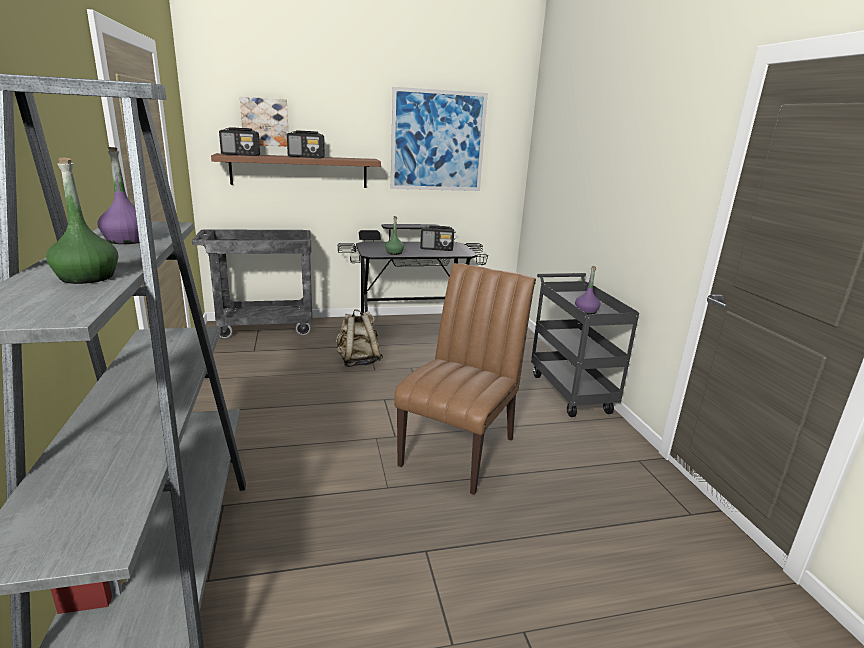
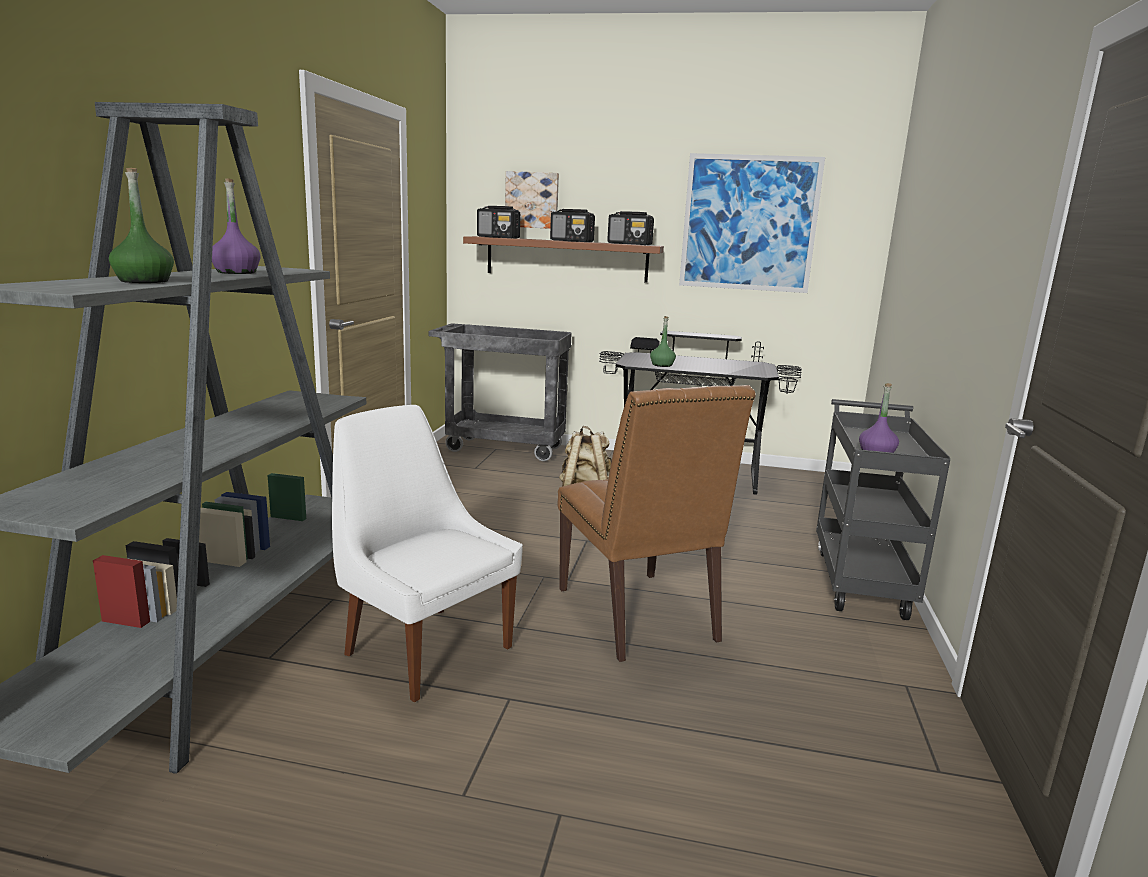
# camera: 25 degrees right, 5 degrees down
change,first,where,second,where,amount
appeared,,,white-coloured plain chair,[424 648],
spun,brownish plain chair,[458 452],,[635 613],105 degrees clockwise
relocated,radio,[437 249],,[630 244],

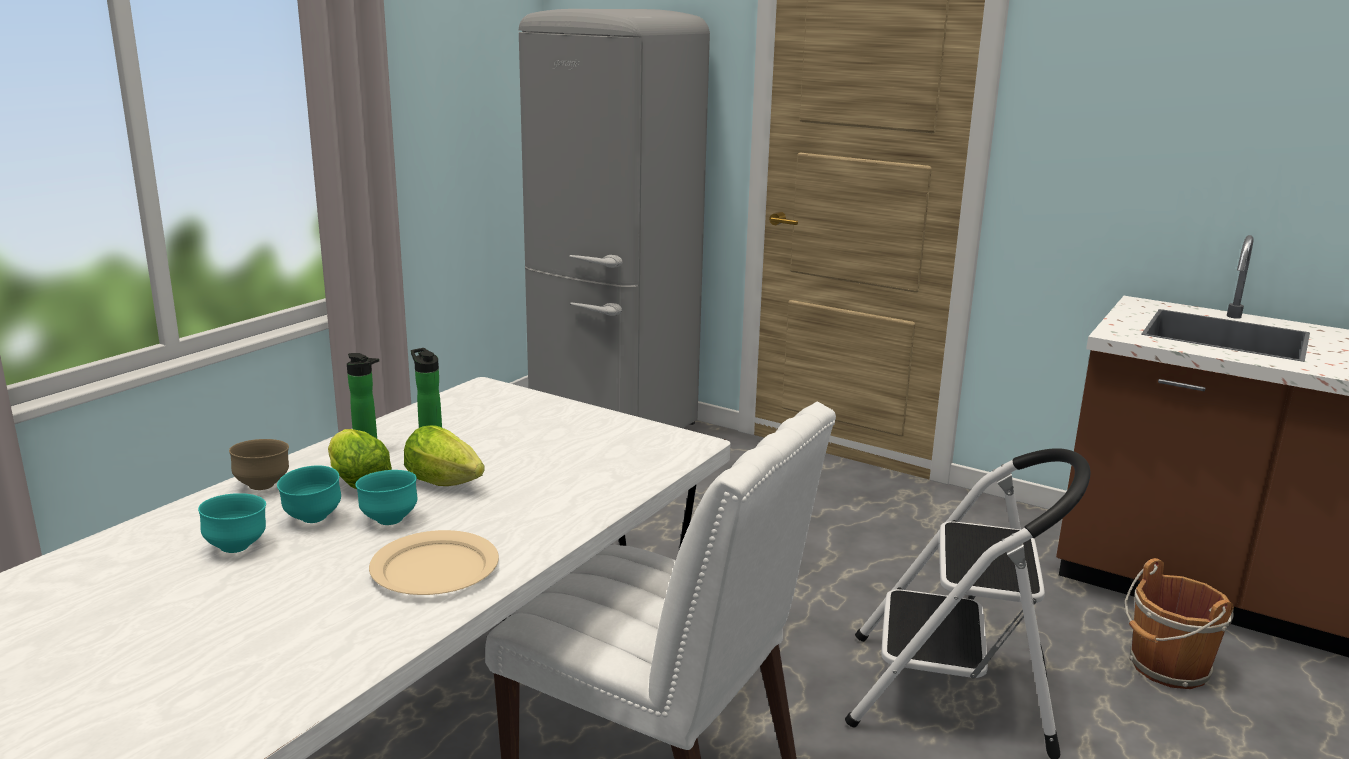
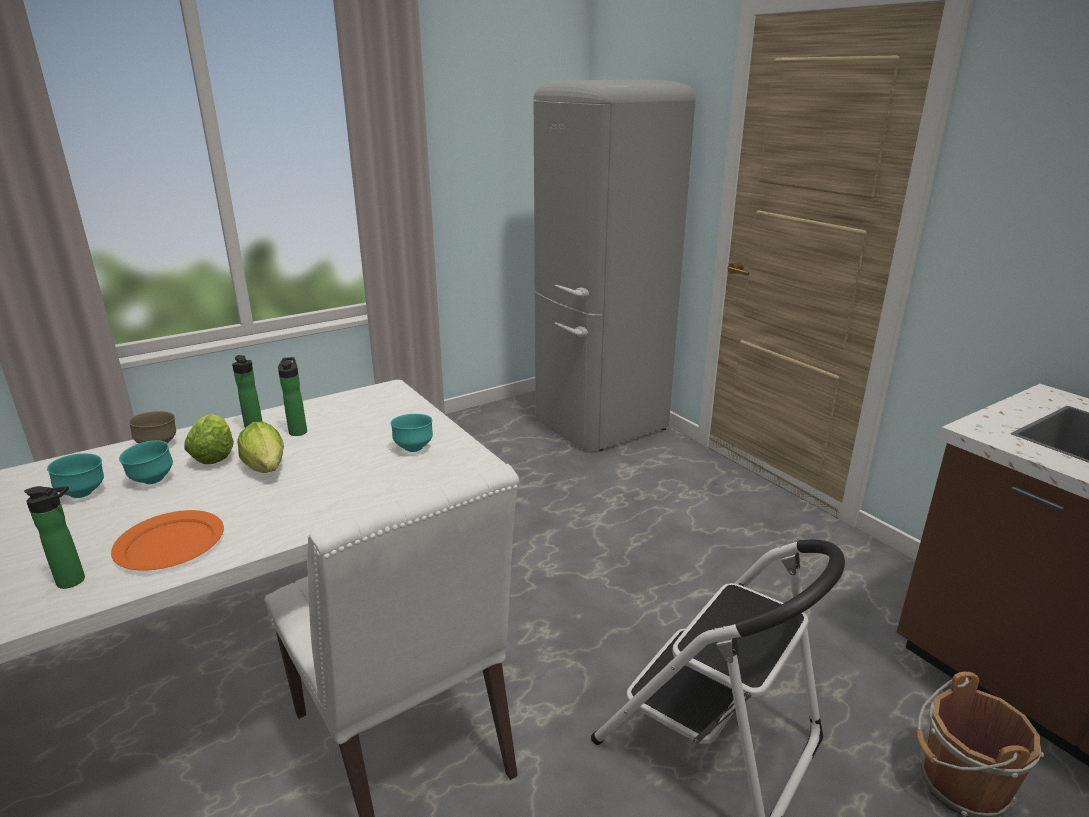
# camera: 25 degrees right, 5 degrees up
change,first,where,second,where,amount
appeared,,,bottle,[75 580],
colour,sand-coloured dinner plate,[434 569],orange-coloured dinner plate,[169 545],
relocated,turquoise-coloured serving bowl,[389 520],,[413 448],

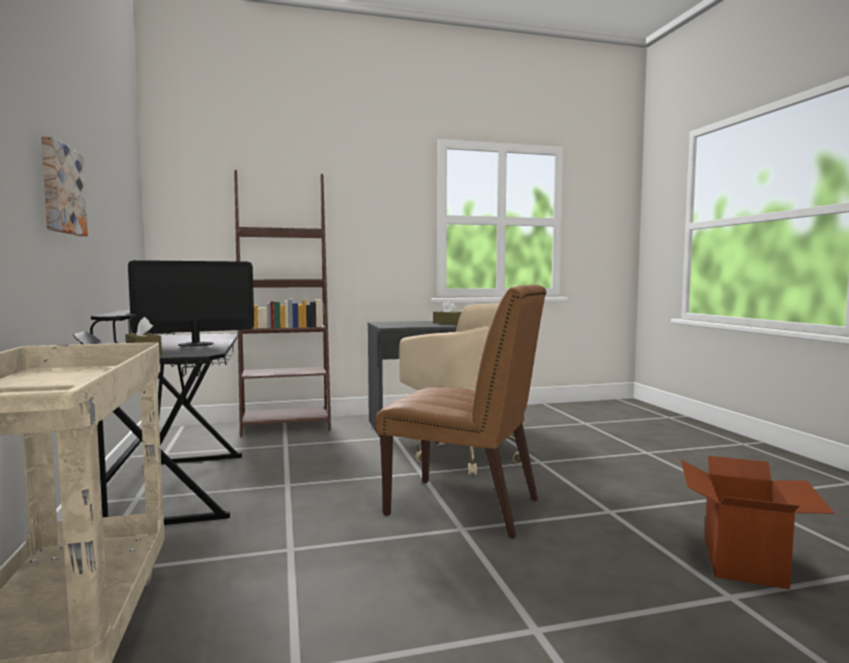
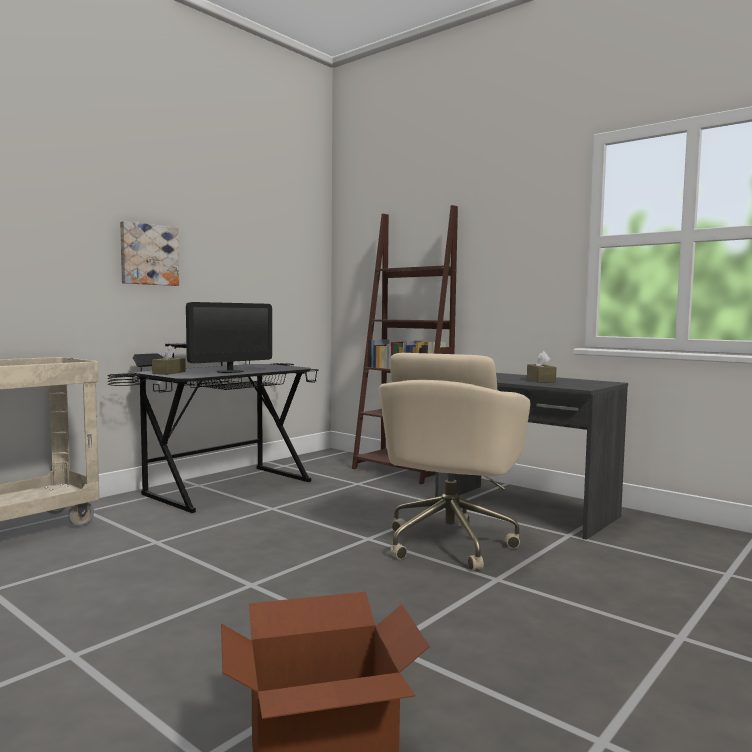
# camera: 55 degrees right, 0 degrees up
change,first,where,second,where,amount
spun,monitor,[195 344],,[230 371],105 degrees clockwise
missing,brownish plain chair,[462 507],,,

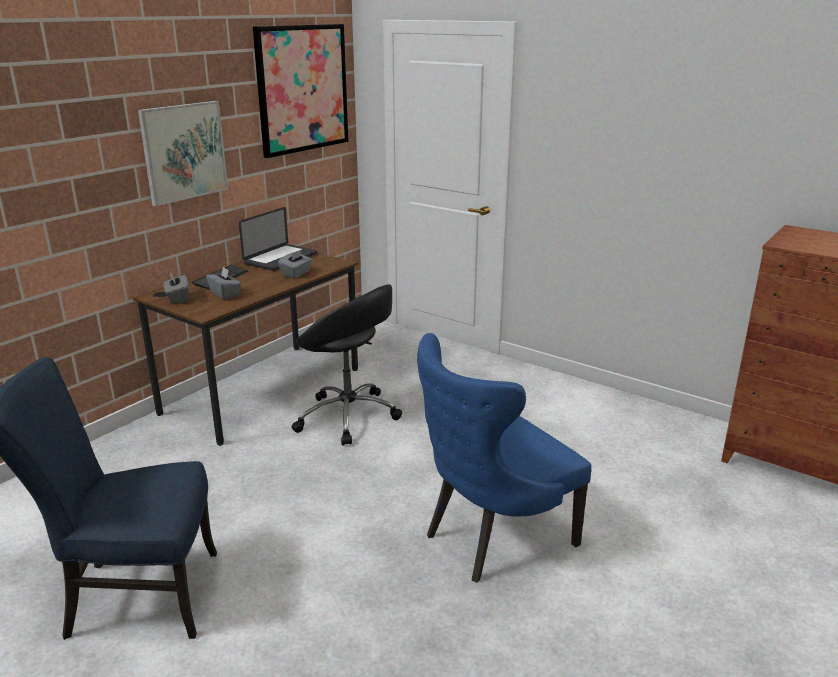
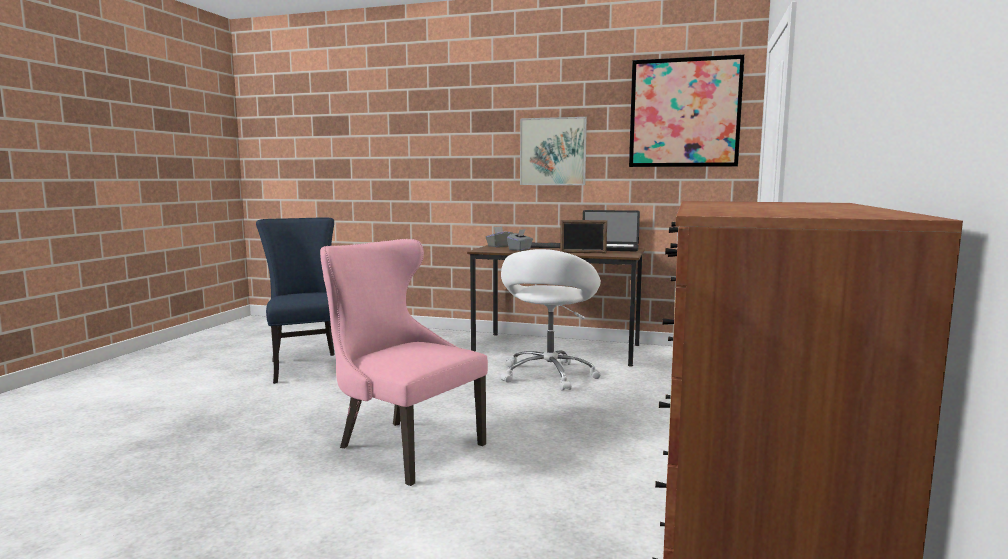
# camera: 70 degrees right, 15 degrees down
change,first,where,second,where,amount
colour,blue plain chair,[493 538],pink-coloured plain chair,[404 447],
colour,black-coloured computer chair,[349 417],white-coloured computer chair,[548 376],
exchanged,greyish tissue holder,[296 274],photo frame,[583 253],

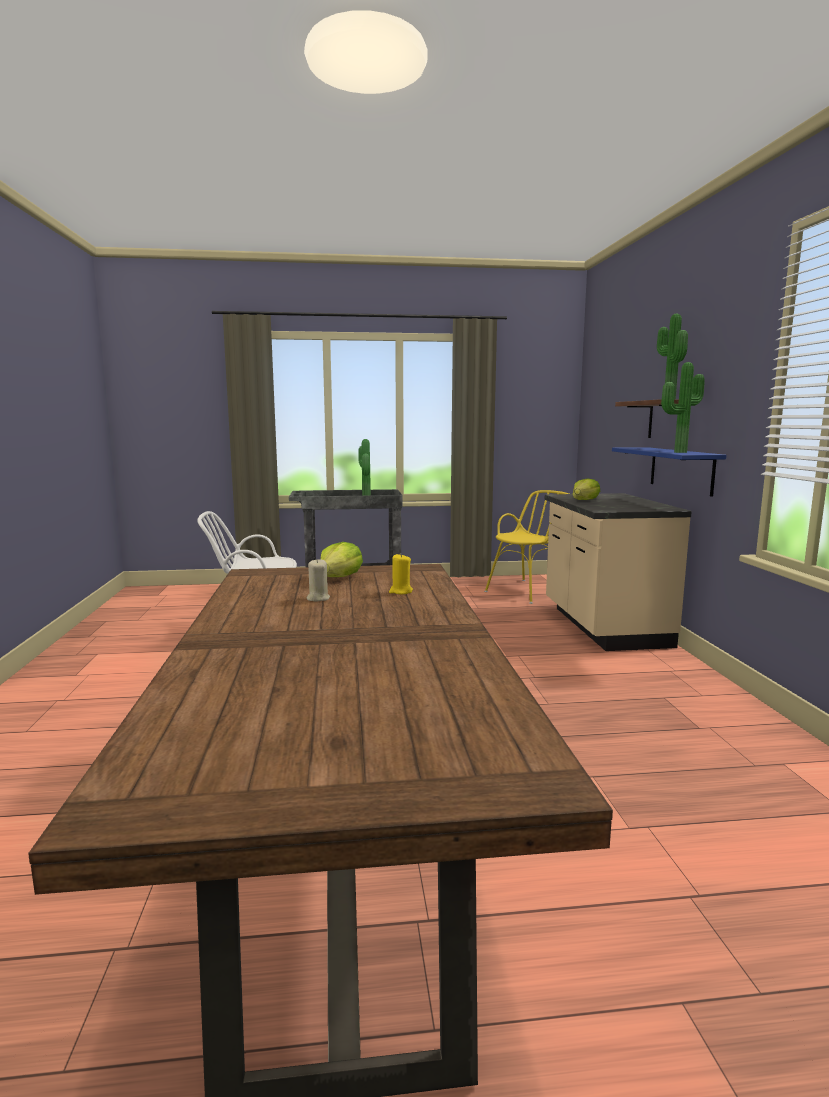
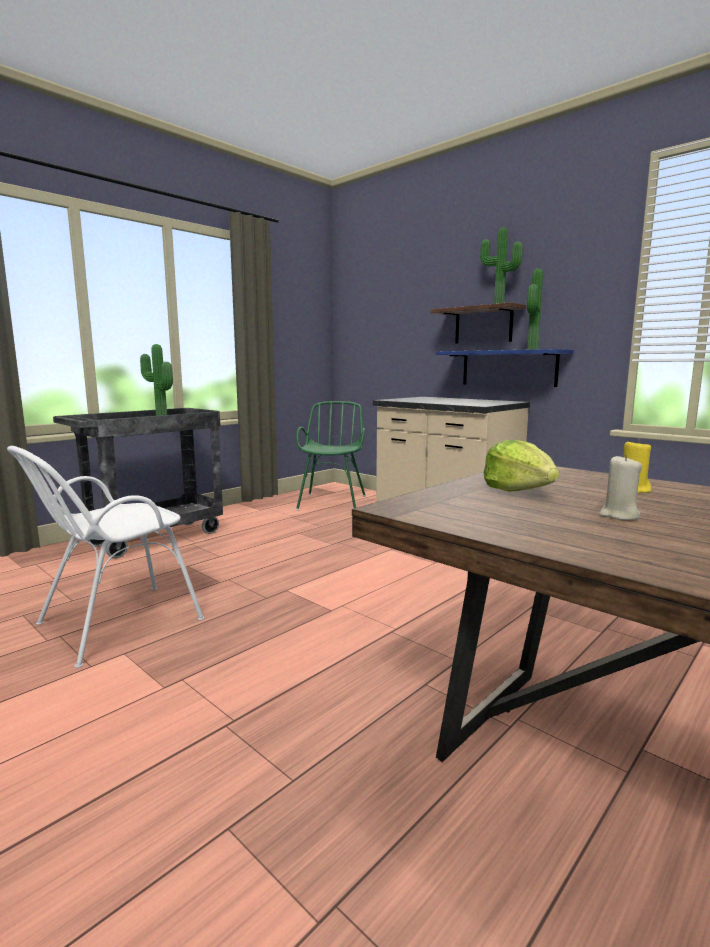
# camera: 40 degrees left, 0 degrees up
change,first,where,second,where,amount
colour,yellowish plain chair,[530 590],green plain chair,[332 501],
missing,head of lettuce,[584 500],,,

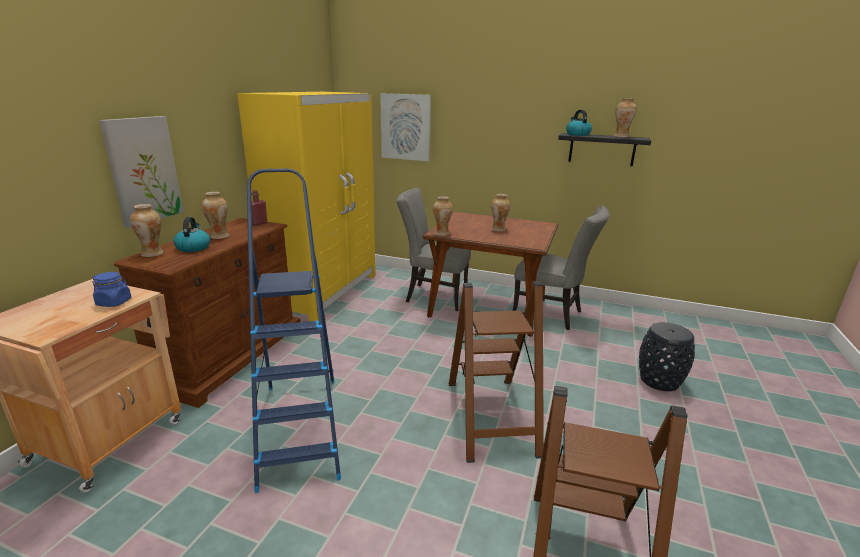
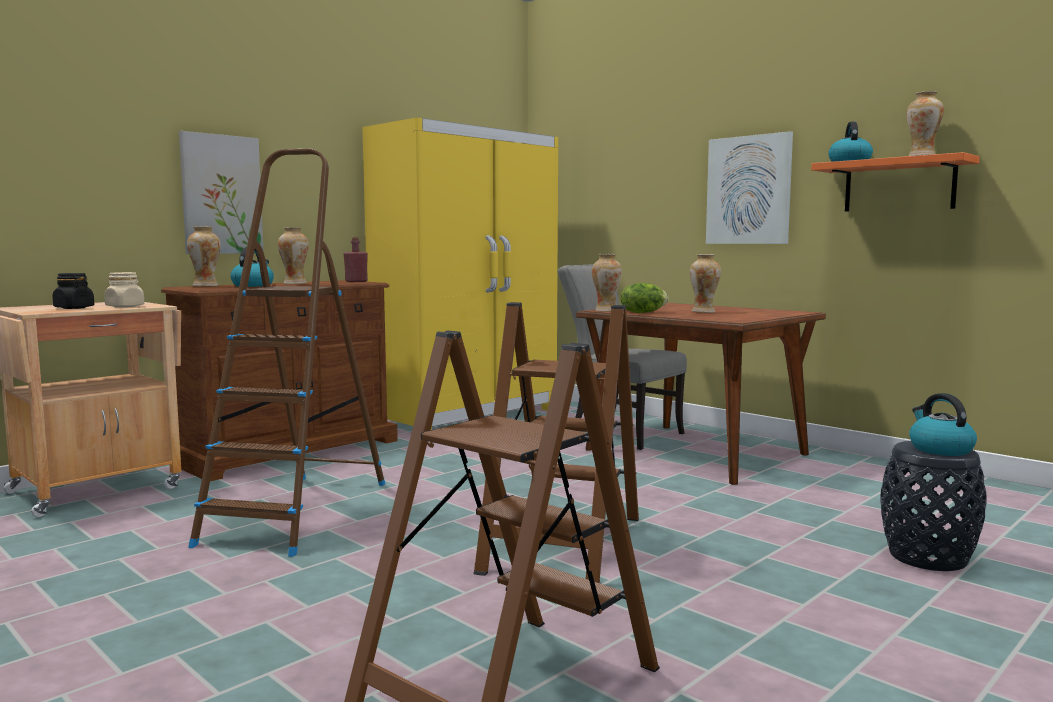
# camera: 25 degrees right, 15 degrees down
change,first,where,second,where,amount
appeared,,,black-coloured storage jar,[74 308],
colour,blue storage jar,[114 302],sand-coloured storage jar,[125 306],
colour,blue step ladder,[300 428],brownish step ladder,[298 512],
appeared,,,head of lettuce,[643 312],
relocated,wall art,[406 127],,[749 190],
colour,black-coloured wall shelf,[602 149],orange-coloured wall shelf,[899 185],
appeared,,,tea kettle,[940 449],
missing,greyish plain chair,[551 314],,,

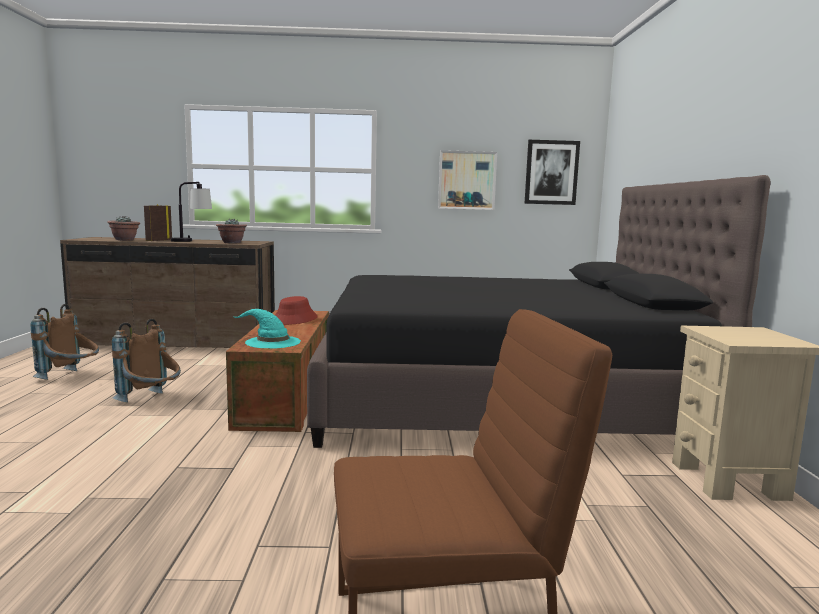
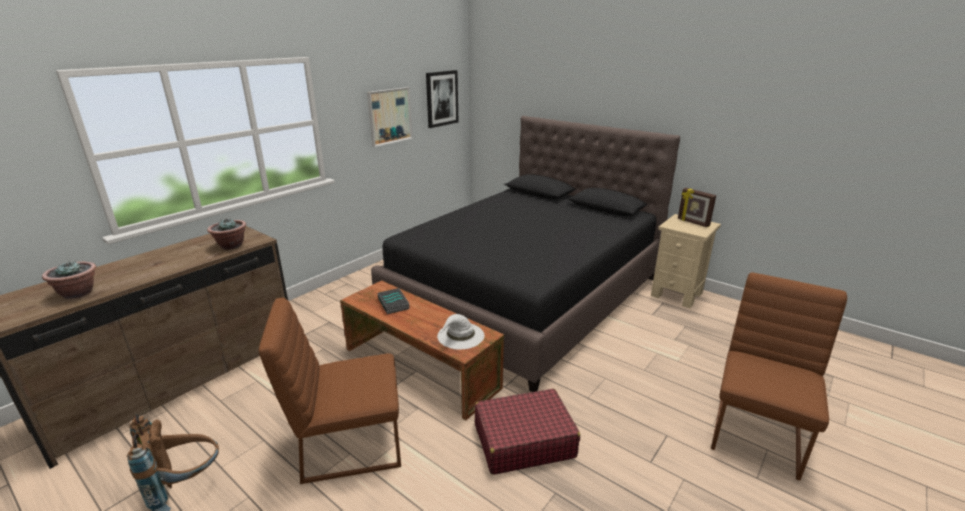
# camera: 50 degrees left, 15 degrees up
change,first,where,second,where,amount
exchanged,brownish rucksack,[151 402],brownish plain chair,[348 444],
exchanged,reddish clothing hat,[294 319],volume,[394 303],
colour,turquoise-coloured clothing hat,[272 342],white-coloured clothing hat,[460 336],
appeared,,,reddish piece of luggage,[523 441],
relocated,photo frame,[158 240],,[693 222],
missing,lamp for a table,[192 241],,,

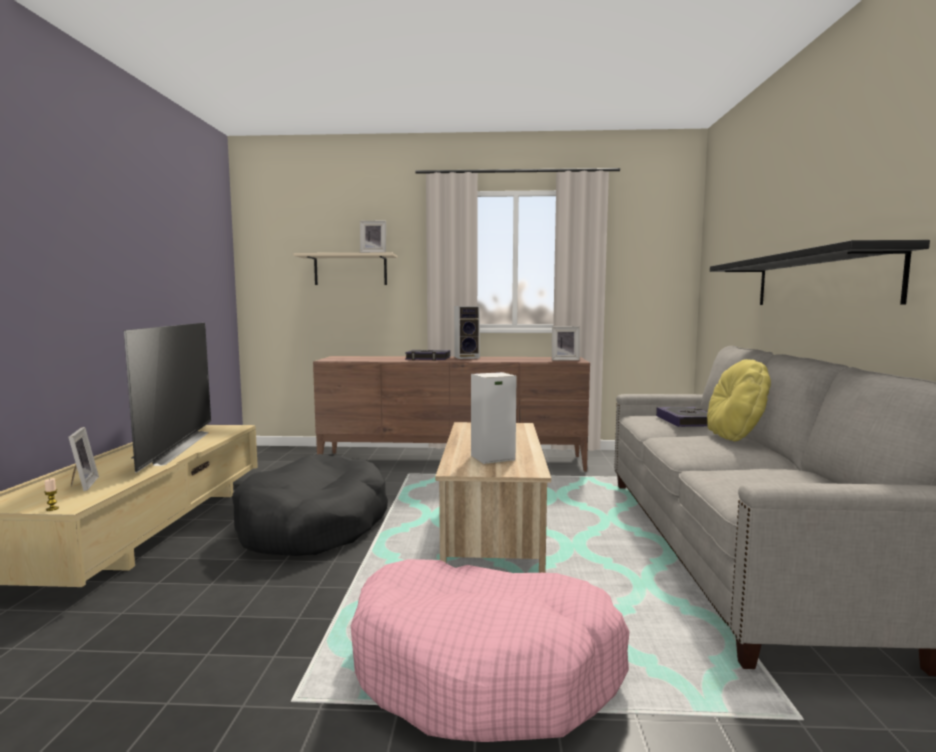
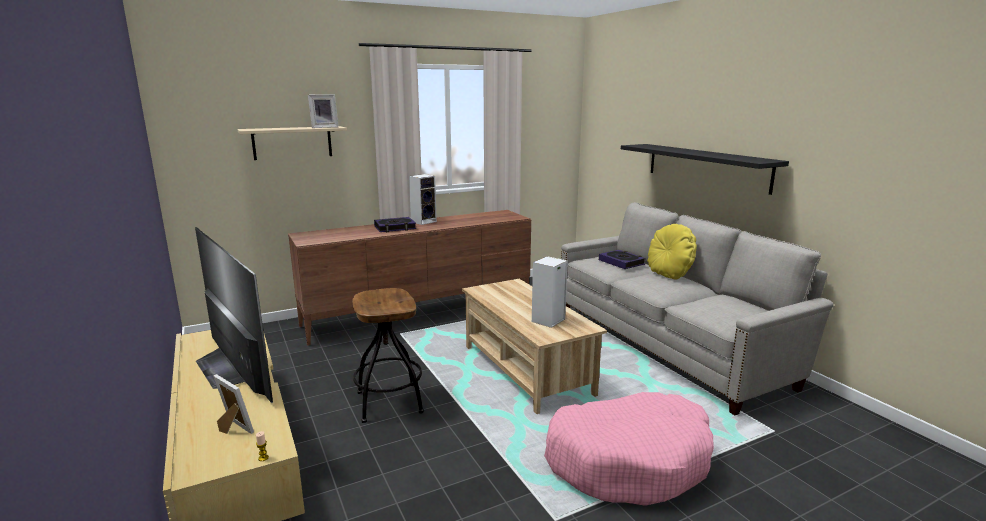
# camera: 30 degrees left, 10 degrees up
change,first,where,second,where,amount
exchanged,black-coloured dog cushion,[313 525],brownish stool seat,[389 401],
missing,photo frame,[565 360],,,

